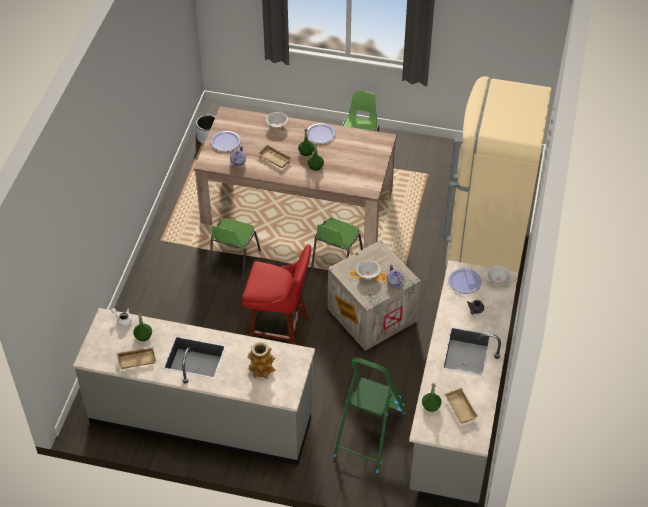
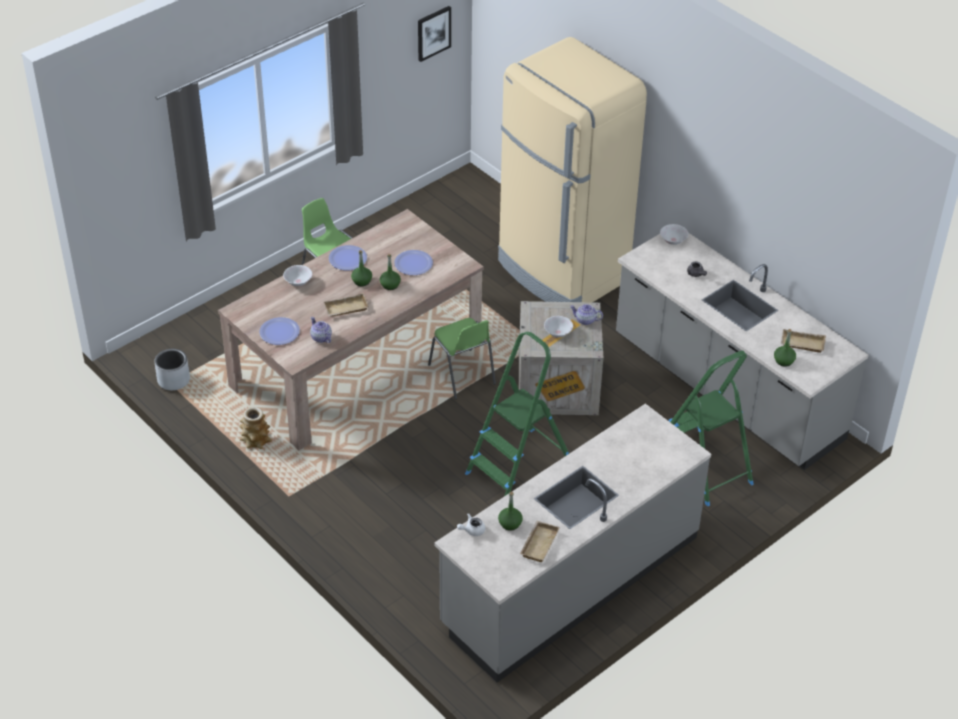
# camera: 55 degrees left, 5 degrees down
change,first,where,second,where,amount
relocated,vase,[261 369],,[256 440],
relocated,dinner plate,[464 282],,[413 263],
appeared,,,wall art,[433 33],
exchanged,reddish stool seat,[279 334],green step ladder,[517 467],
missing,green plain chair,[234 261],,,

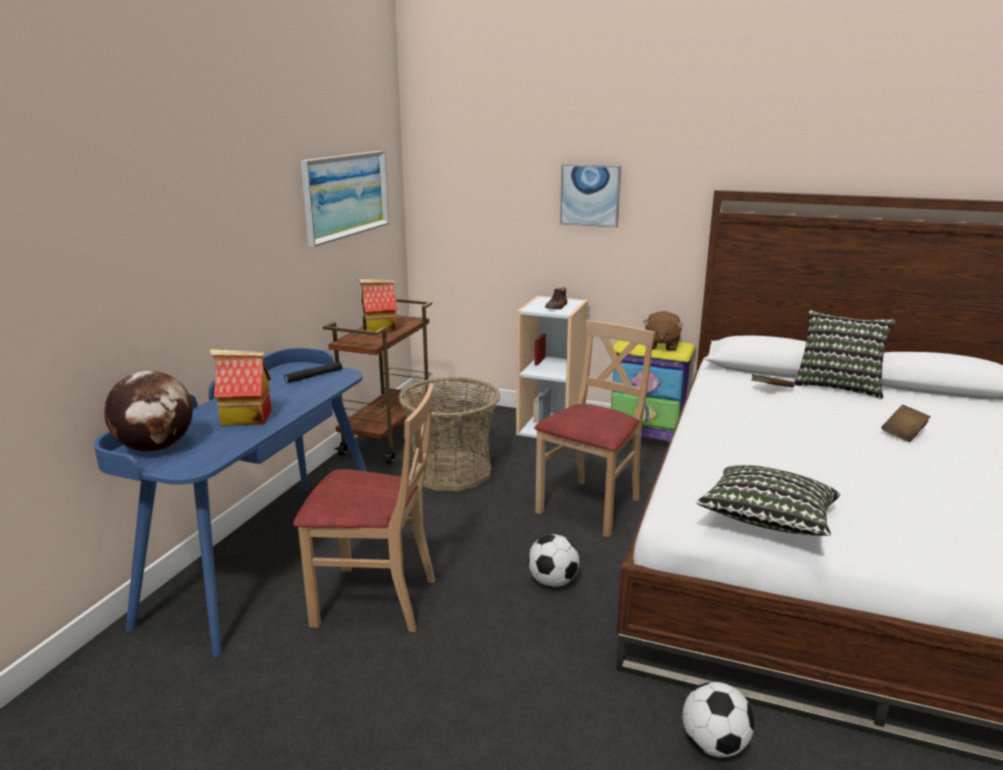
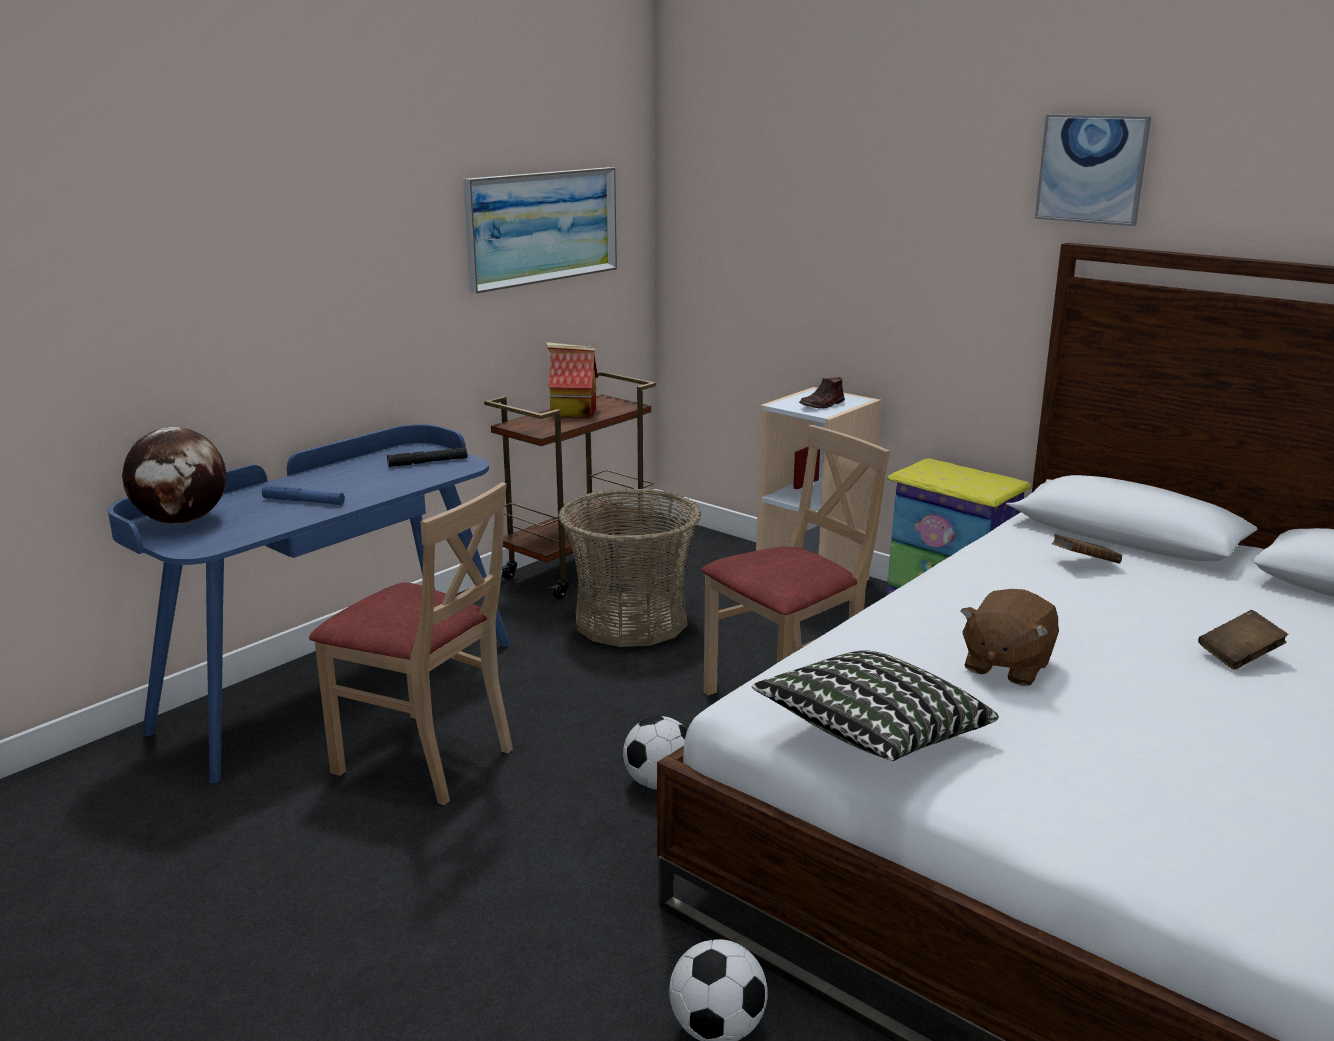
# camera: 20 degrees right, 0 degrees up
change,first,where,second,where,amount
exchanged,miniature house,[245 418],blue torch,[303 501],
relocated,brownish soft toy,[661 346],,[1006 666],
relocated,wall art,[590 195],,[1092 169],
missing,cushion,[838 386],,,

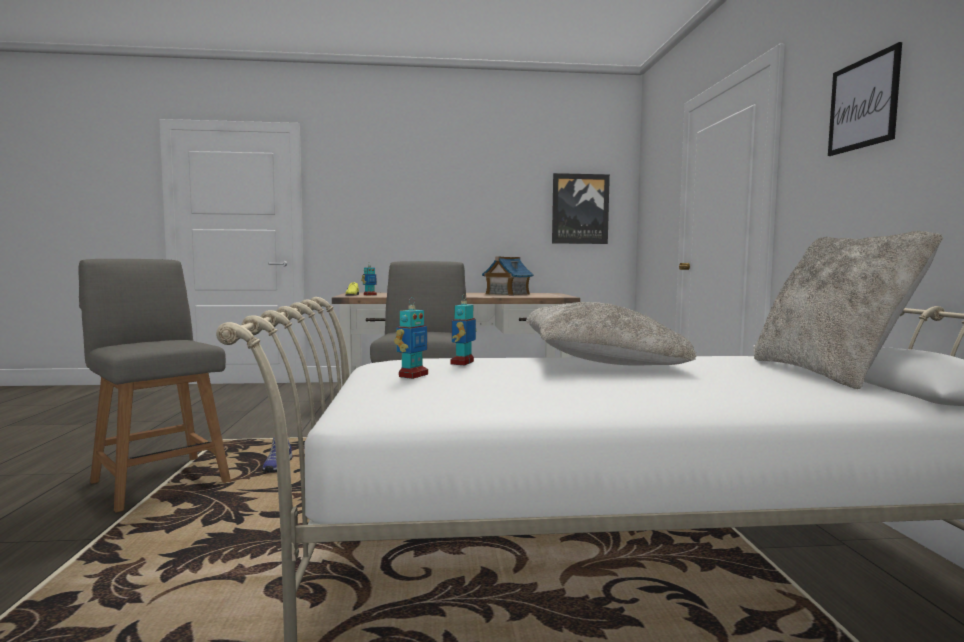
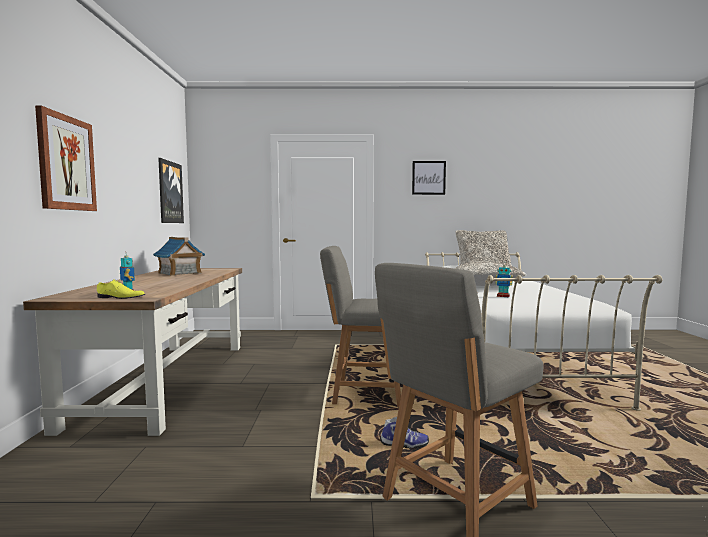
# camera: 85 degrees left, 0 degrees up
change,first,where,second,where,amount
appeared,,,wall art,[66 163],
missing,robot figure,[412 375],,,

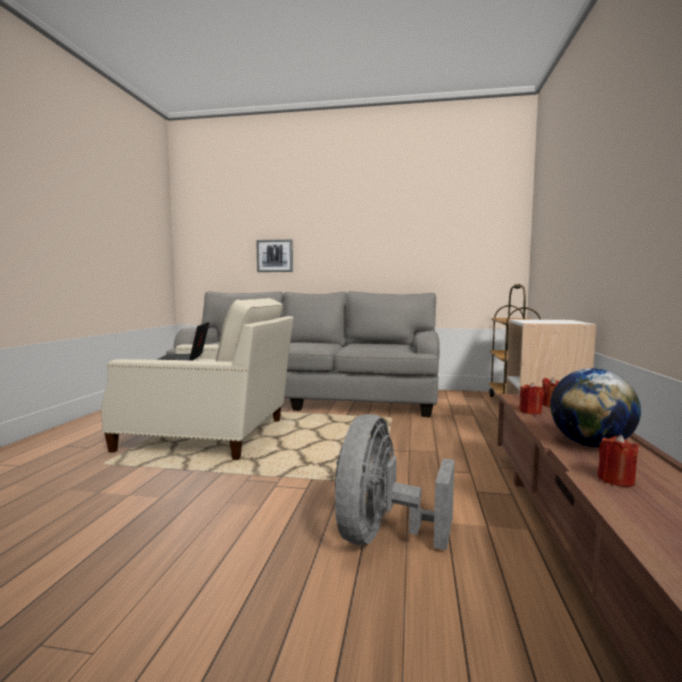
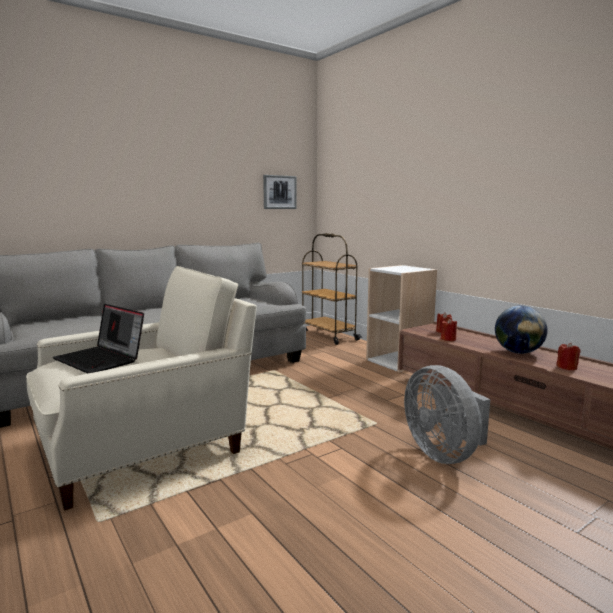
# camera: 45 degrees left, 5 degrees up
change,first,where,second,where,amount
relocated,wall art,[275 256],,[279 192],

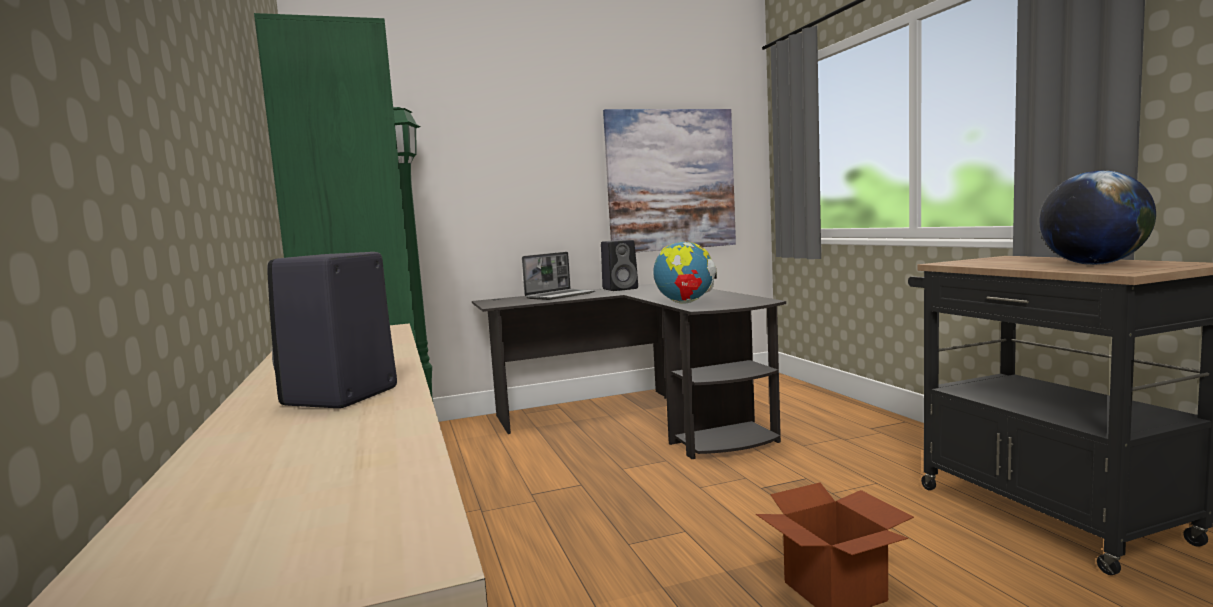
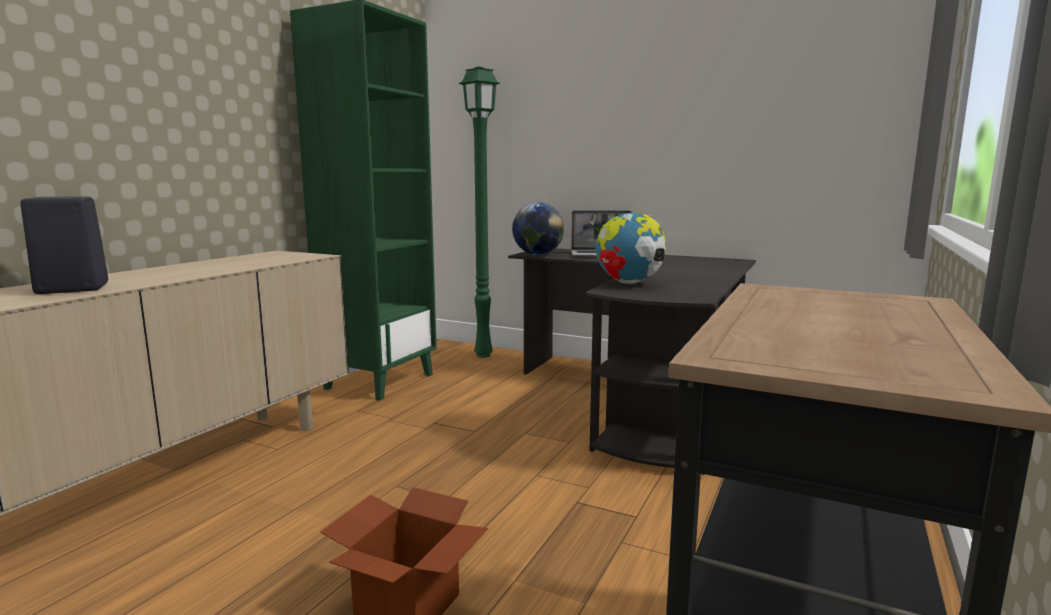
# camera: 45 degrees right, 5 degrees up
change,first,where,second,where,amount
relocated,globe,[1093 264],,[538 254],
missing,black-coloured speaker,[621 289],,,
missing,wall art,[671 180],,,

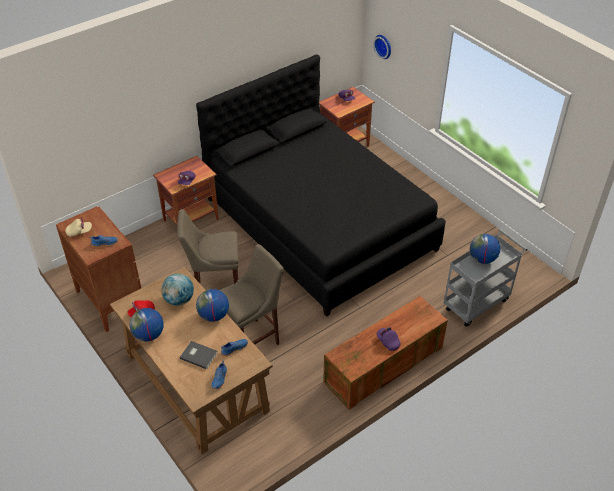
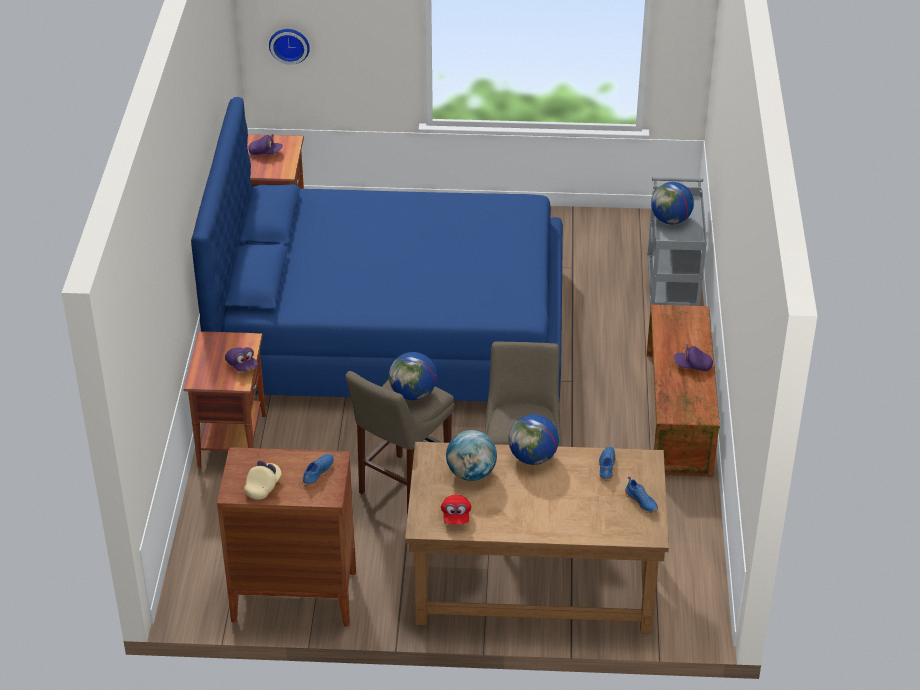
# camera: 50 degrees left, 5 degrees down
change,first,where,second,where,amount
colour,black-coloured bed,[319 223],blue bed,[391 333],
relocated,globe,[148 335],,[413 394],
missing,greyish volume,[198 355],,,

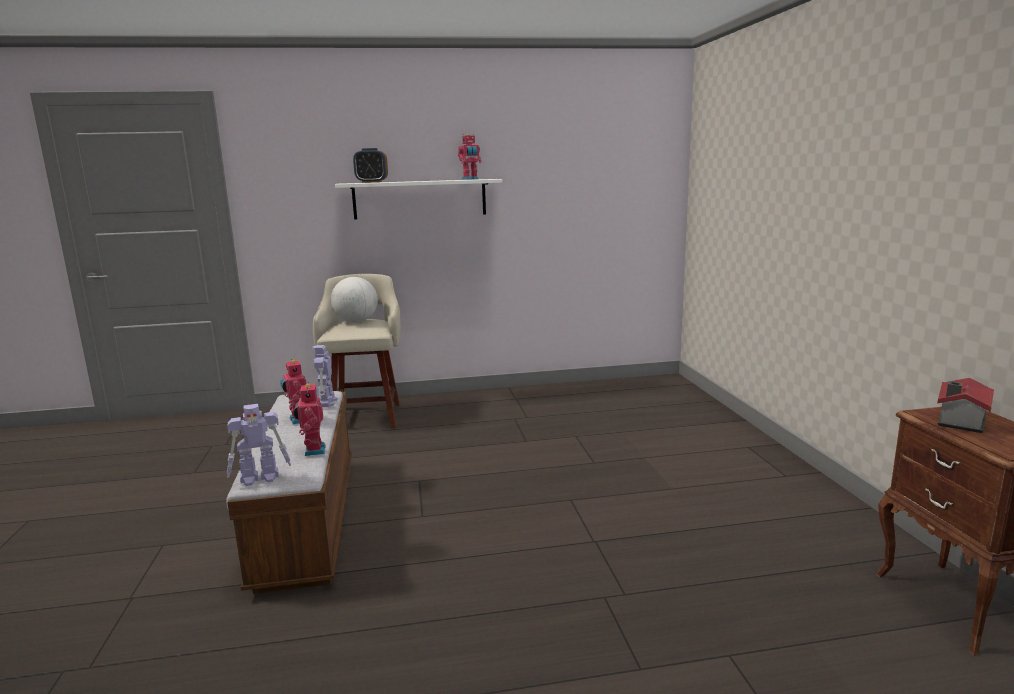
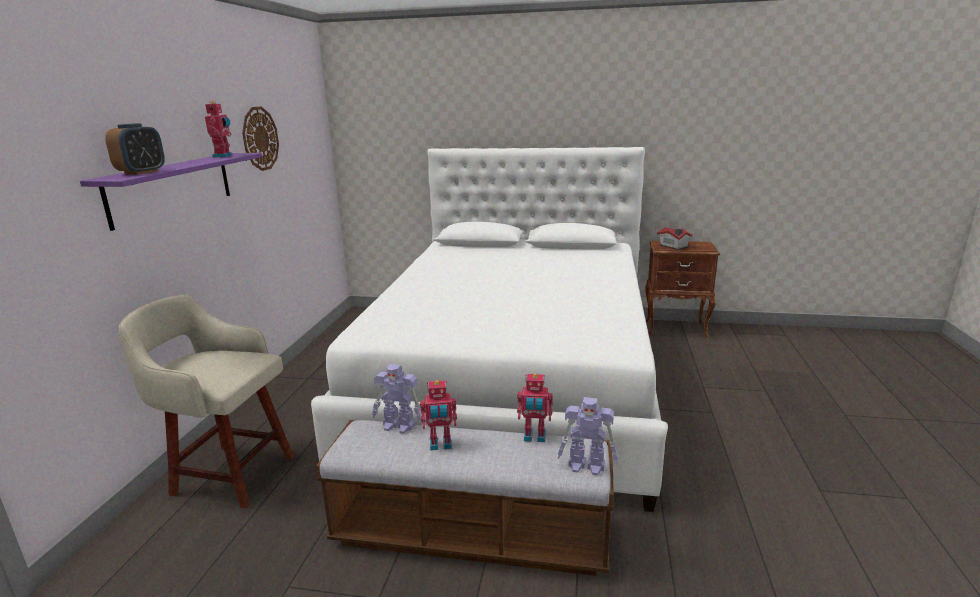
# camera: 70 degrees left, 5 degrees up
change,first,where,second,where,amount
colour,white-coloured wall shelf,[420 199],purple wall shelf,[172 187],
appeared,,,hanging clock,[260 138],
appeared,,,white-coloured bed,[515 380],
spun,robot figure,[261 478],,[587 466],105 degrees clockwise
missing,globe,[356 321],,,

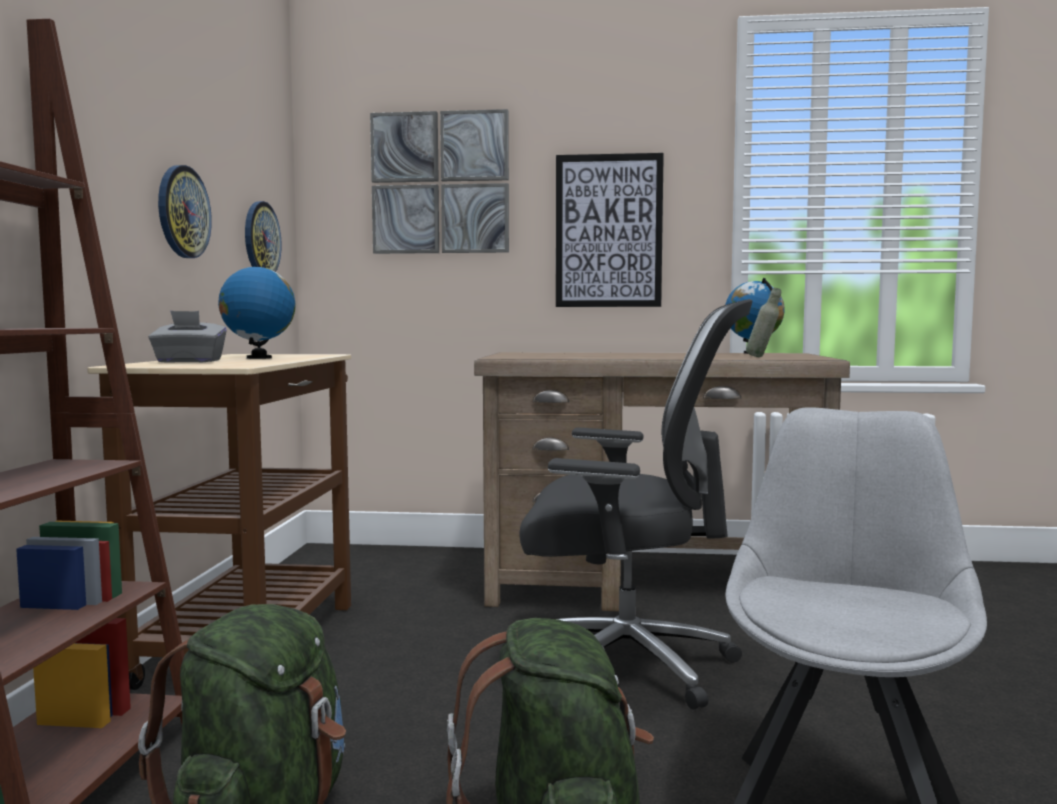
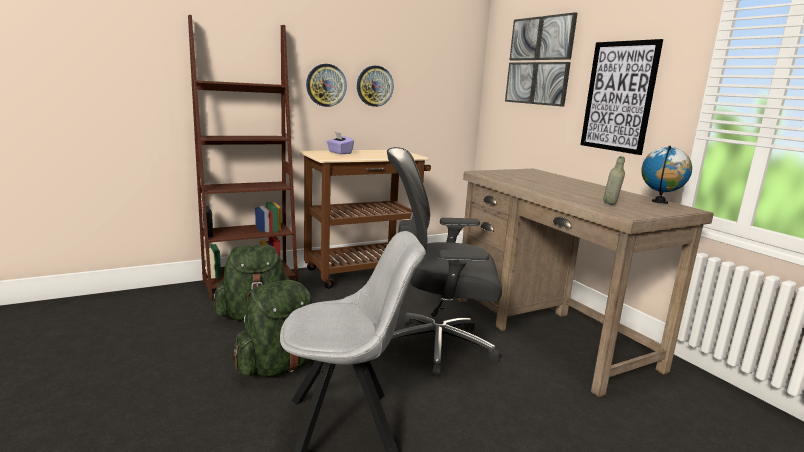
# camera: 55 degrees right, 10 degrees up
change,first,where,second,where,amount
relocated,hanging clock,[261 239],,[326 85],
colour,greyish tissue holder,[189 361],purple tissue holder,[339 153],
spun,computer chair,[623 666],,[438 346],120 degrees clockwise
missing,globe,[258 358],,,

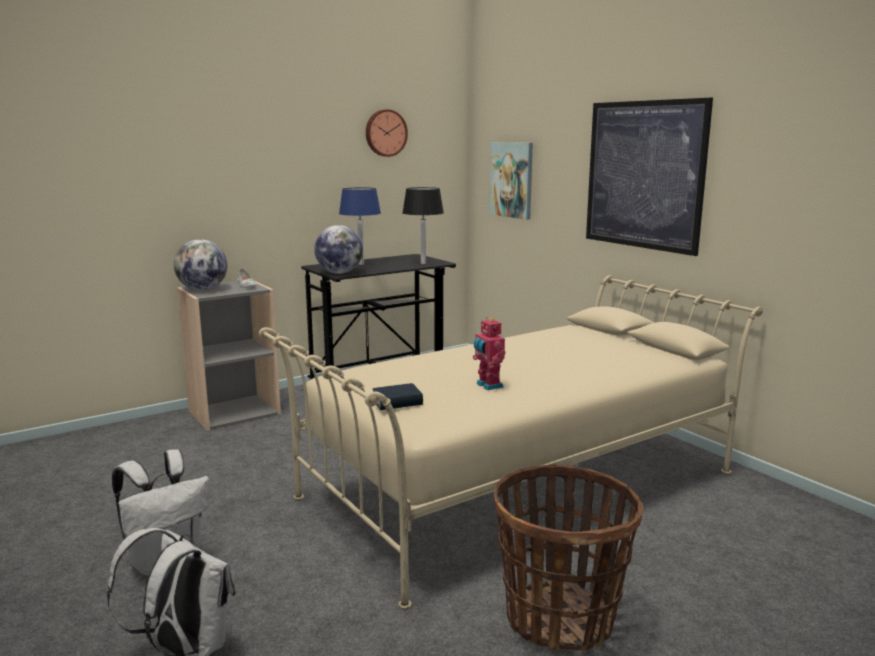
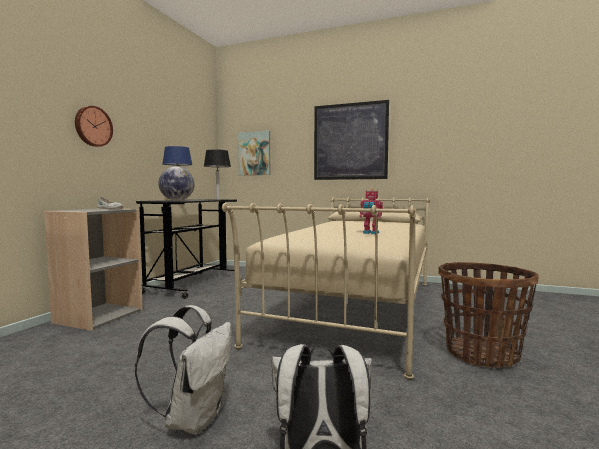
# camera: 35 degrees left, 10 degrees down
change,first,where,second,where,amount
relocated,hanging clock,[385 133],,[93 126],
missing,globe,[203 290],,,
missing,volume,[397 402],,,

